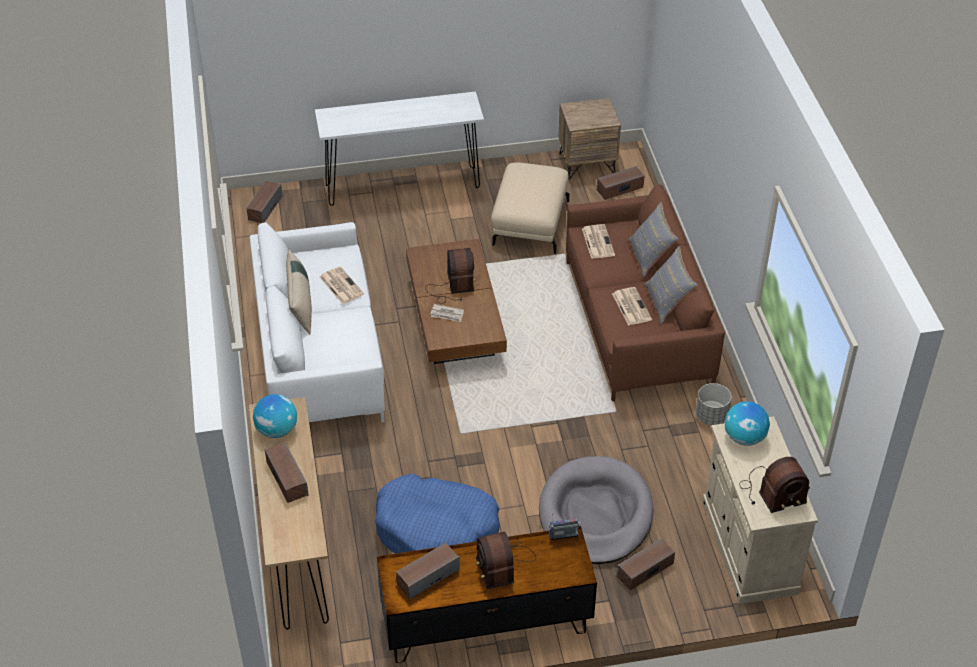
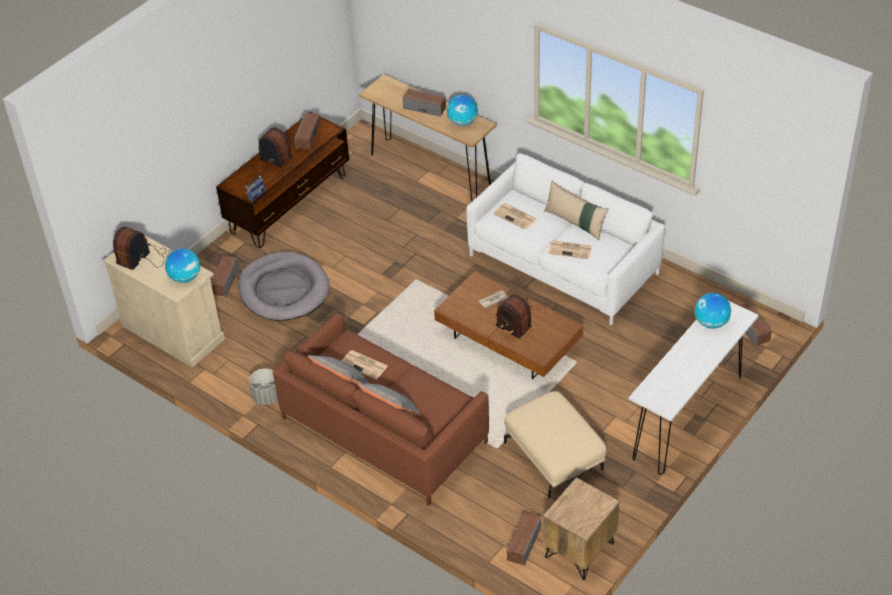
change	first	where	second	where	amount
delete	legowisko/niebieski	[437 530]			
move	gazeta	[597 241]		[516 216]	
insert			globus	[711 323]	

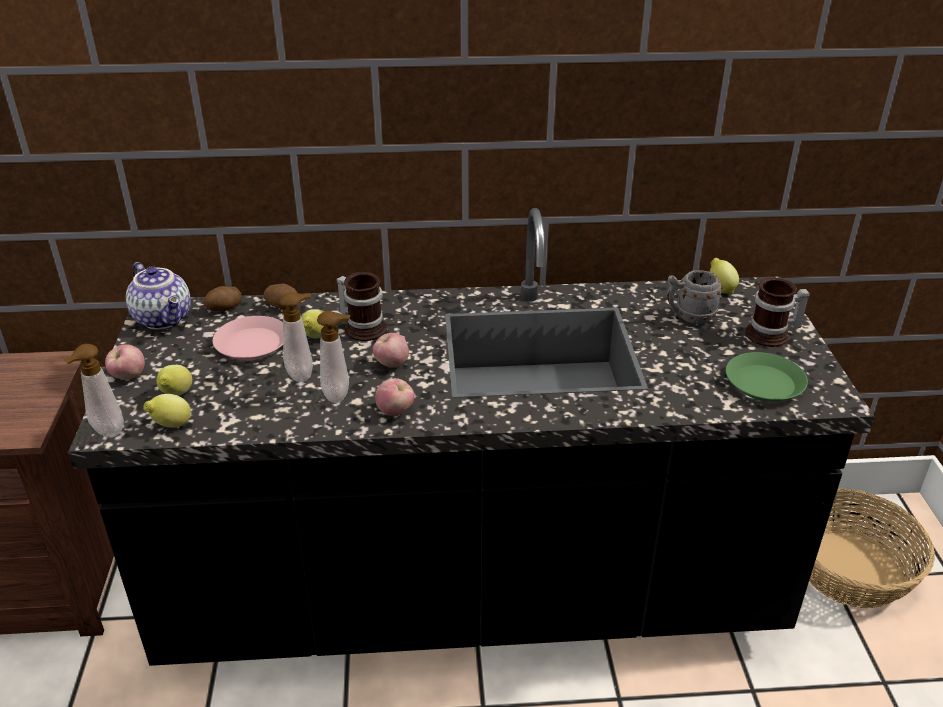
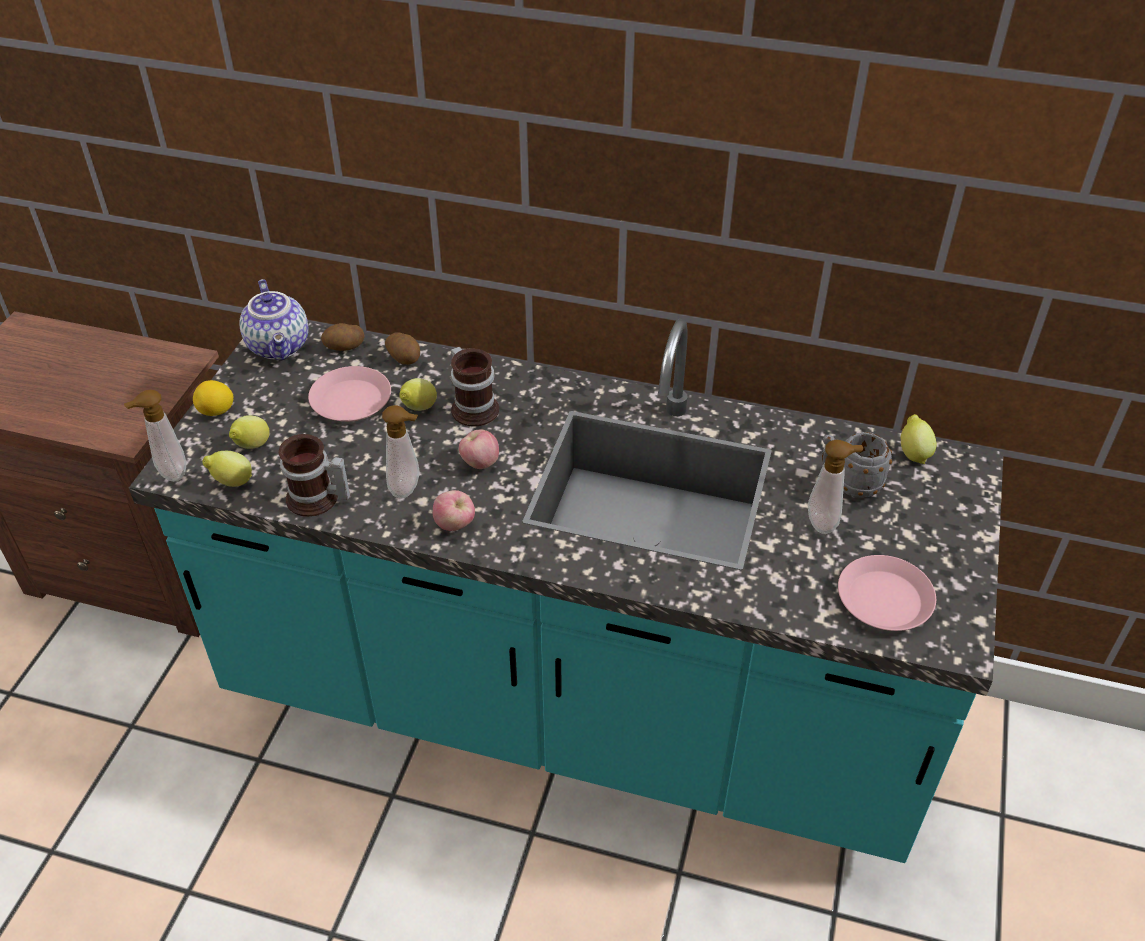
change	first	where	second	where	amount
recolor	zabudowa kuchenna/czarny	[471 597]	zabudowa kuchenna/turkusowy	[572 707]	
replace	jabłko	[128 376]	cytryna	[217 411]	
move	dozownik mydła	[303 374]		[825 523]	
recolor	talerz/zielony	[763 383]	talerz/różowy	[883 599]	
move	kubek	[772 335]		[316 500]	
delete	koszyk	[850 569]			

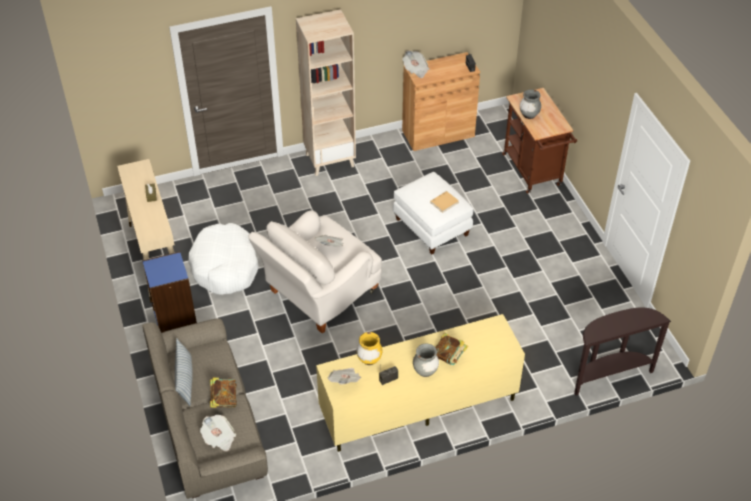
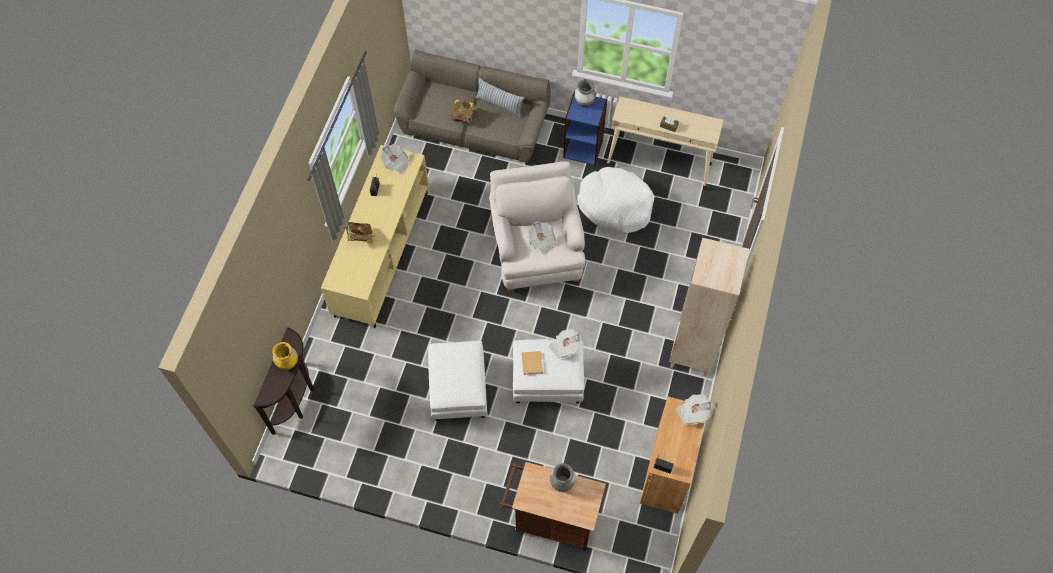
change	first	where	second	where	amount
move	gazeta	[219 438]		[564 347]	
move	wazon/żółty	[369 359]		[288 362]	
move	wazon/szary	[425 371]		[584 102]	
insert			pufa/biały	[459 390]	

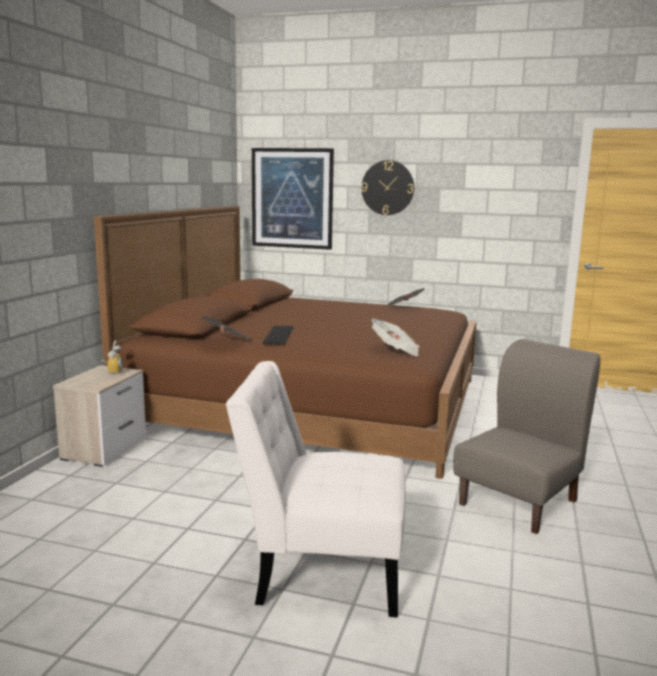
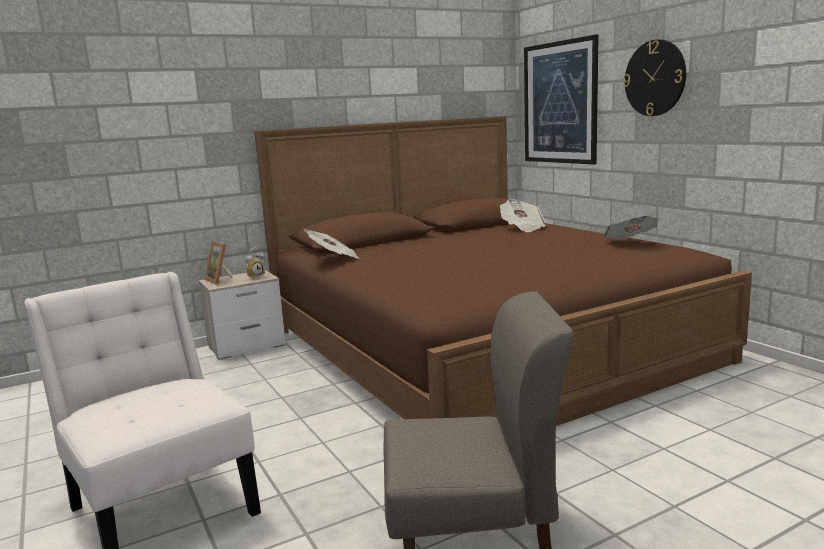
change	first	where	second	where	amount
delete	klawiatura	[278 335]			
move	gazeta	[396 351]		[522 228]	
insert			ramka na zdjęcie	[221 280]	

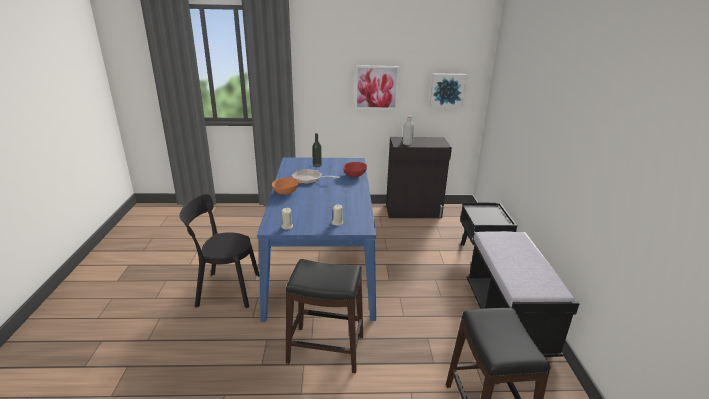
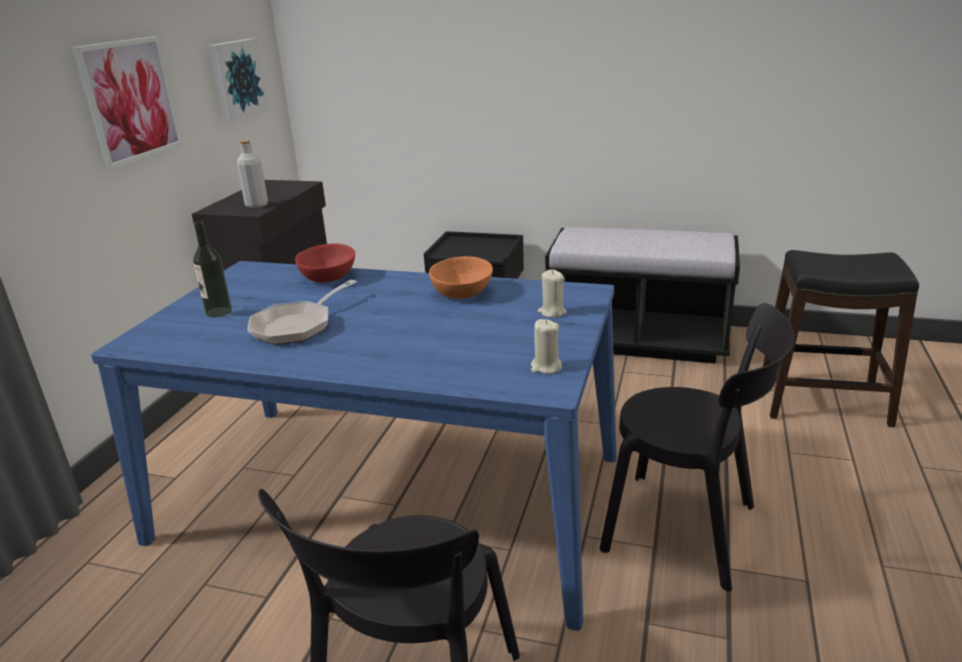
change	first	where	second	where	amount
move	miska/pomarańczowy	[286 192]		[461 293]	
replace	stołek/czarny	[326 349]	krzesło/czarny	[687 530]	

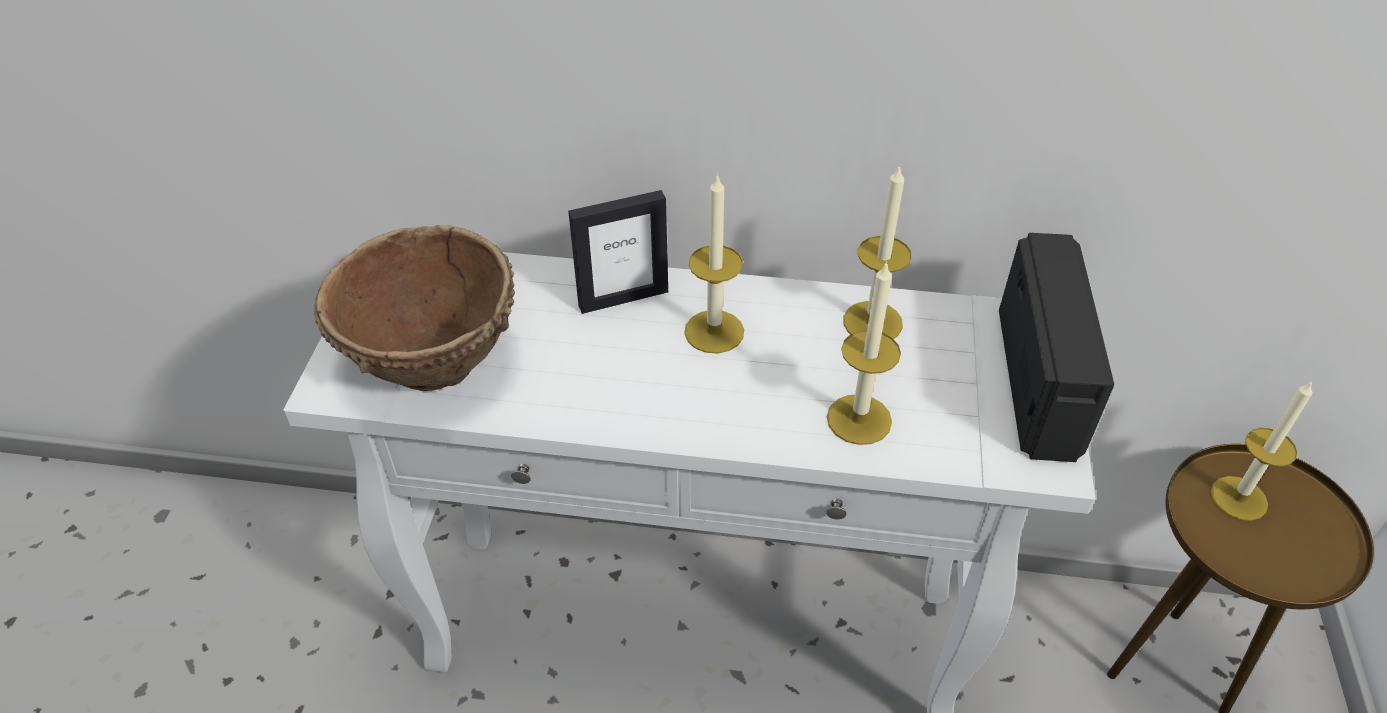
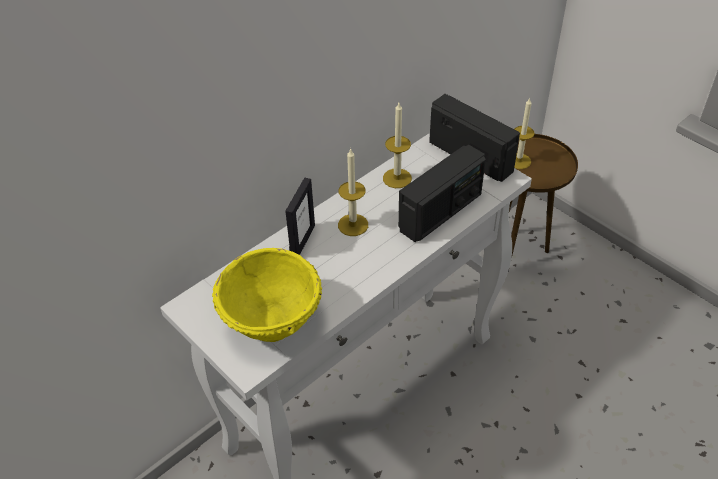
change	first	where	second	where	amount
recolor	miska/brązowy	[433 362]	miska/żółty	[273 323]	
replace	świeca	[859 419]	radio	[441 212]	

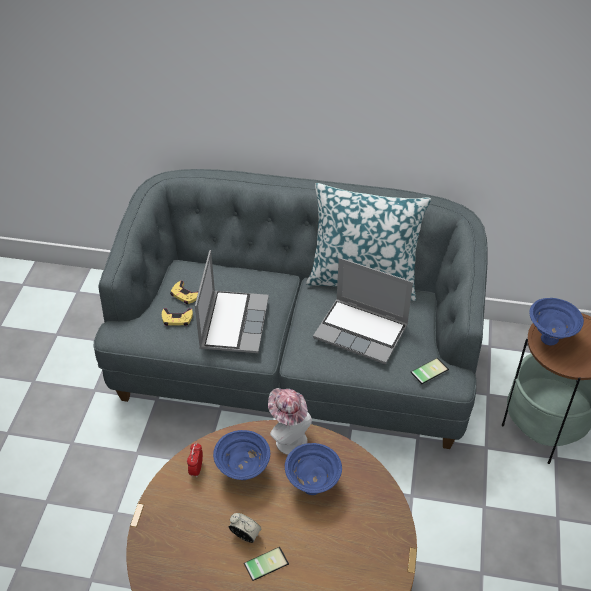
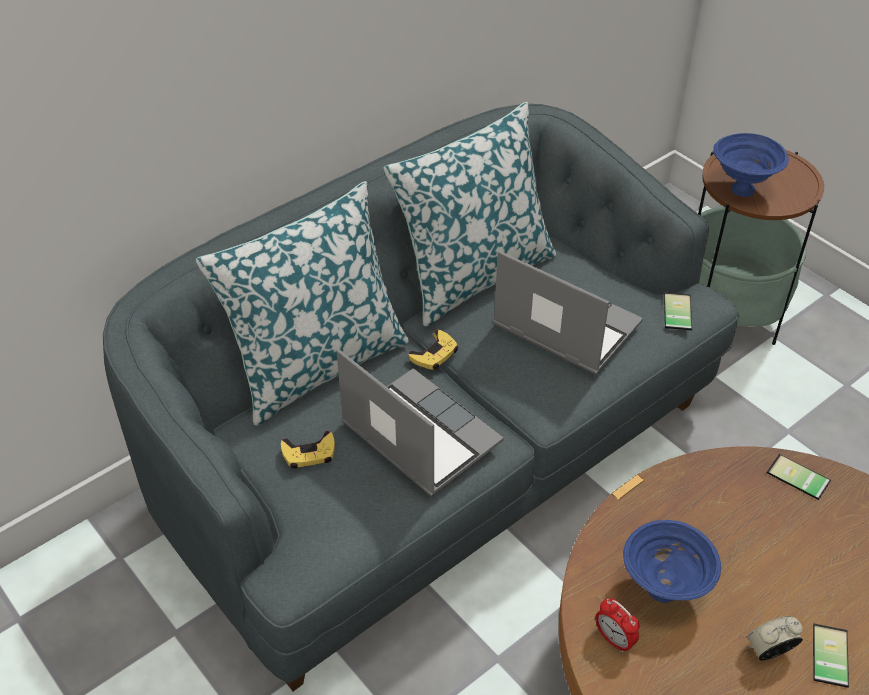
change	first	where	second	where	amount
move	pad do gier/żółty	[177 319]		[434 354]	
delete	kapelusz	[288 439]			
delete	miska/niebieski	[312 485]			
rotate	laptop	[362 331]		[564 326]	120 degrees counterclockwise
insert			poduszka	[317 364]	
insert			telefon	[796 479]	

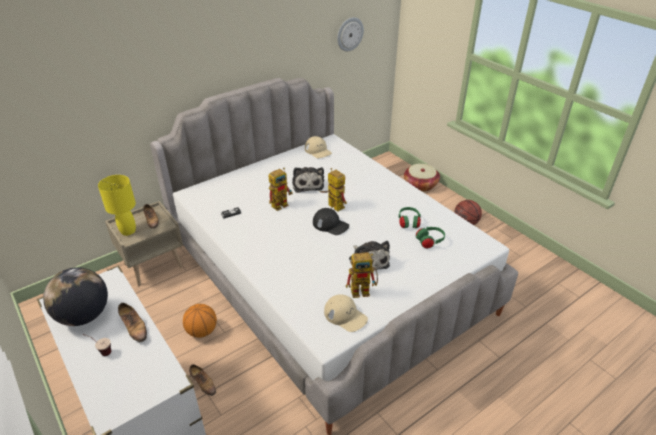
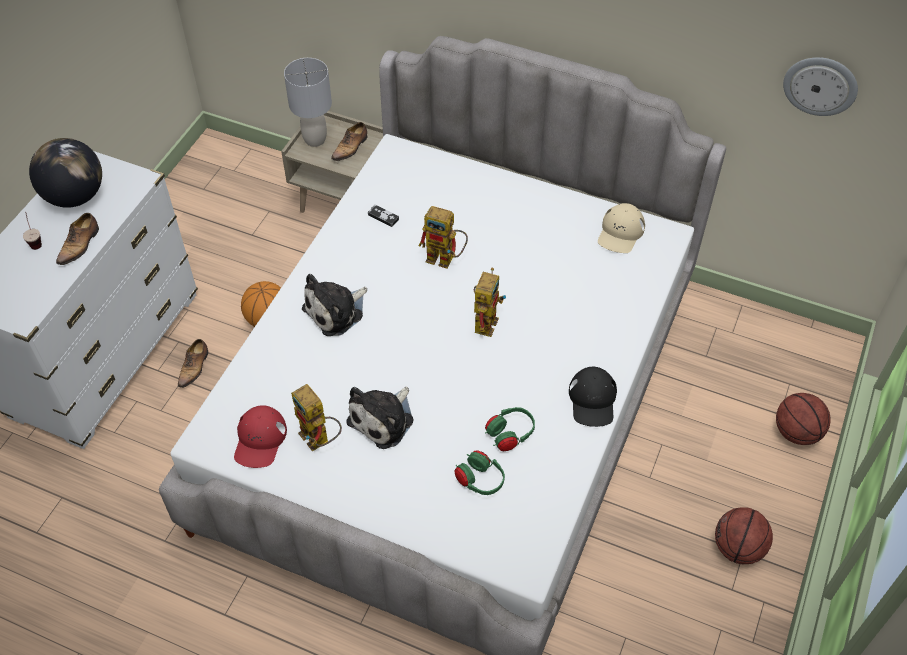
change	first	where	second	where	amount
recolor	lampa stołowa/żółty	[128 231]	lampa stołowa/szary	[314 139]	
move	pluszak	[307 184]		[336 311]	
move	czapka z daszkiem/czarny	[330 225]		[592 400]	
recolor	czapka z daszkiem/beżowy	[345 316]	czapka z daszkiem/czerwony	[260 440]	
replace	koszyk	[420 185]	piłka do koszykówki	[796 432]	

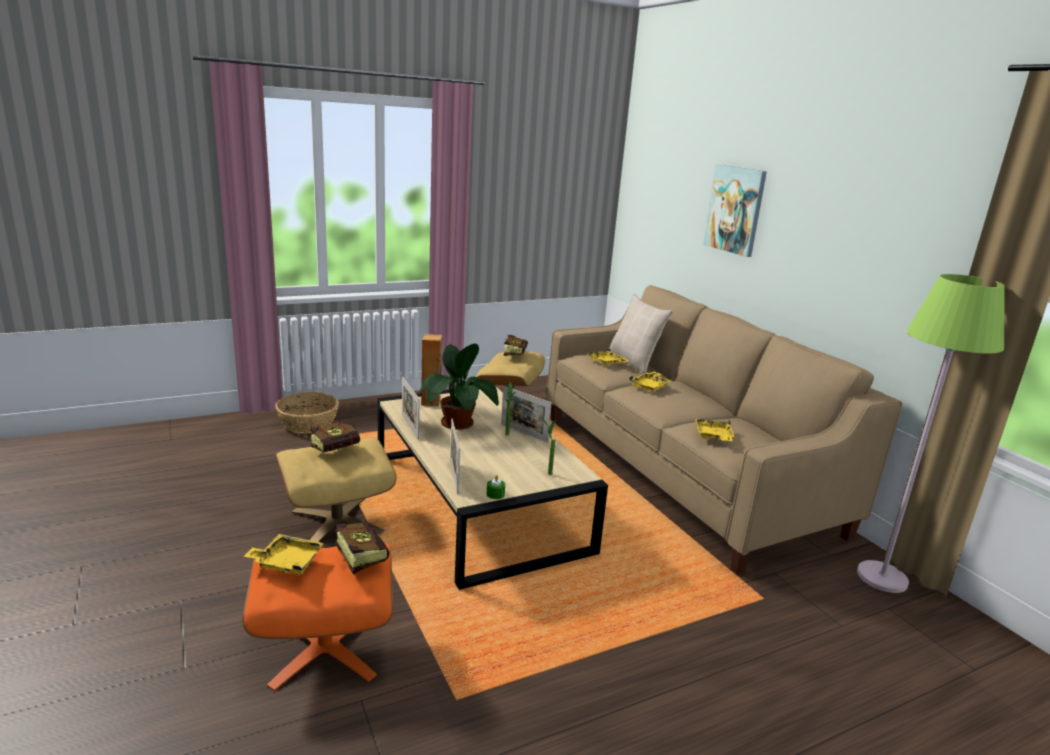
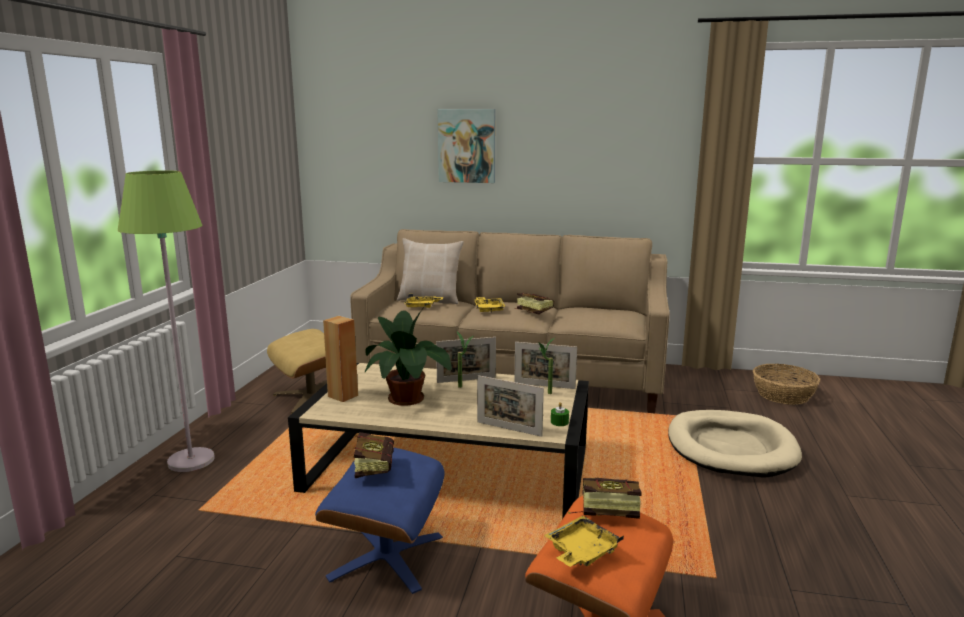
change	first	where	second	where	amount
move	koszyk	[309 423]		[783 395]	
recolor	pufa/beżowy	[337 521]	pufa/niebieski	[386 556]	
move	ramka na zdjęcie	[410 426]		[544 386]	
move	książka	[515 354]		[532 311]	
delete	taca/żółty	[713 436]			
move	lampa stojąca/zielony	[882 578]		[191 461]	
insert			legowisko/beżowy	[731 448]	

